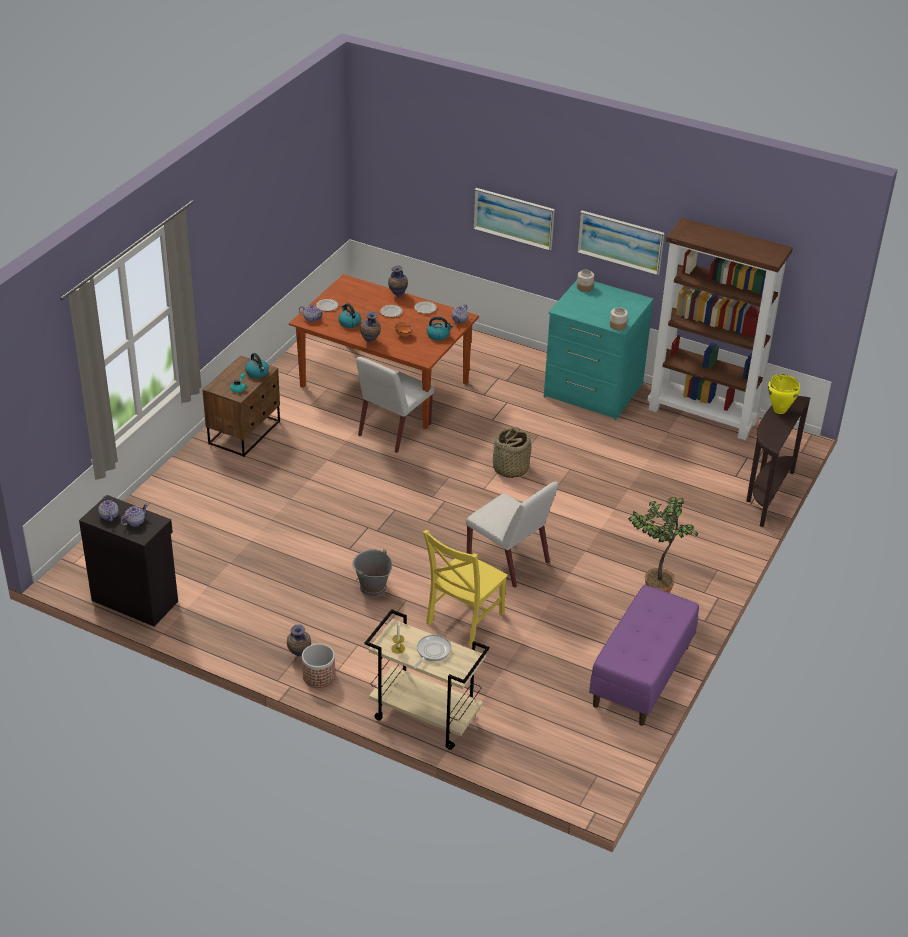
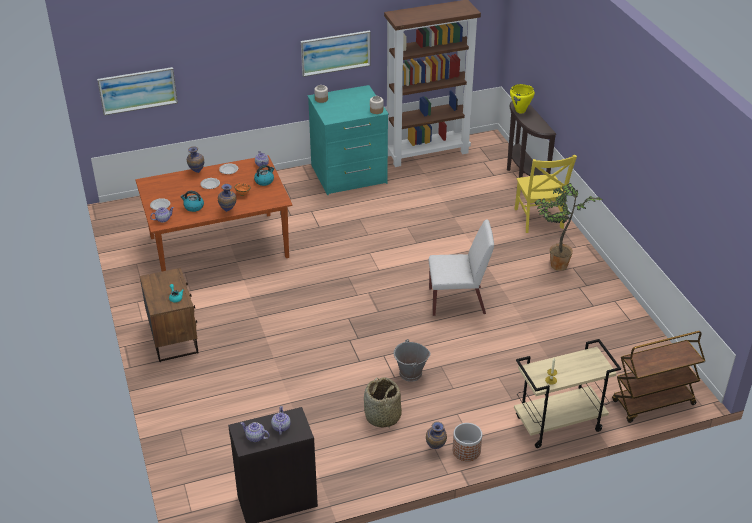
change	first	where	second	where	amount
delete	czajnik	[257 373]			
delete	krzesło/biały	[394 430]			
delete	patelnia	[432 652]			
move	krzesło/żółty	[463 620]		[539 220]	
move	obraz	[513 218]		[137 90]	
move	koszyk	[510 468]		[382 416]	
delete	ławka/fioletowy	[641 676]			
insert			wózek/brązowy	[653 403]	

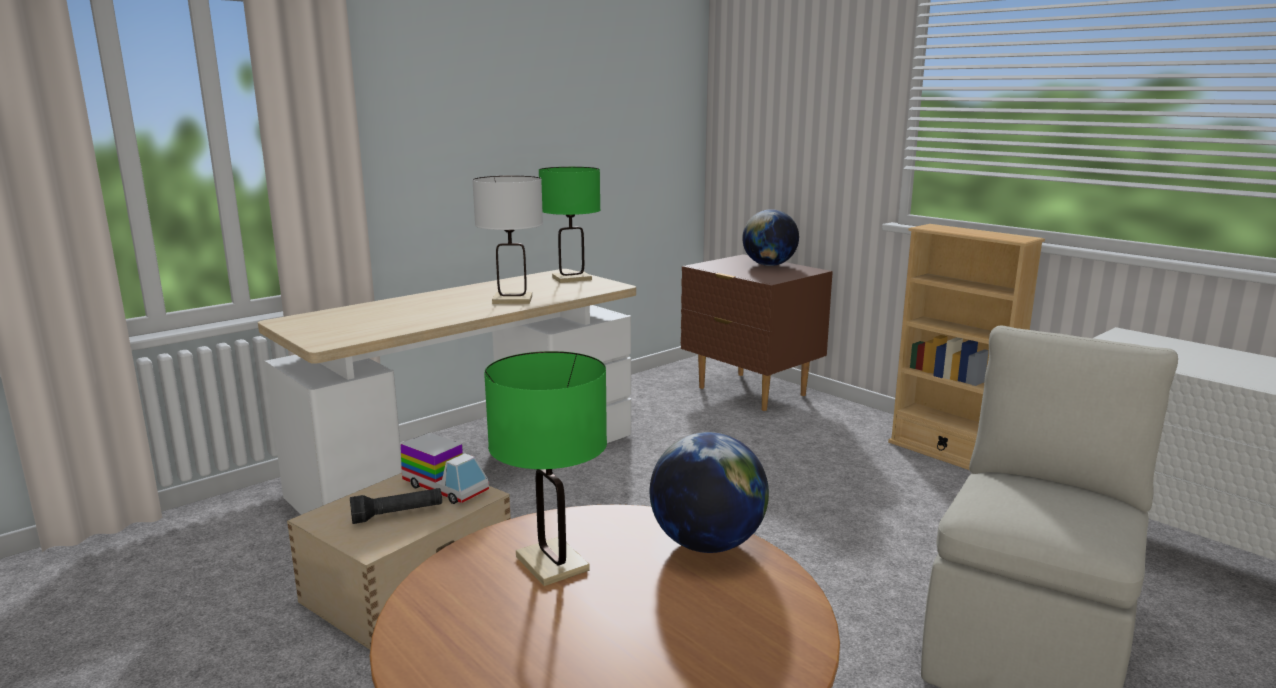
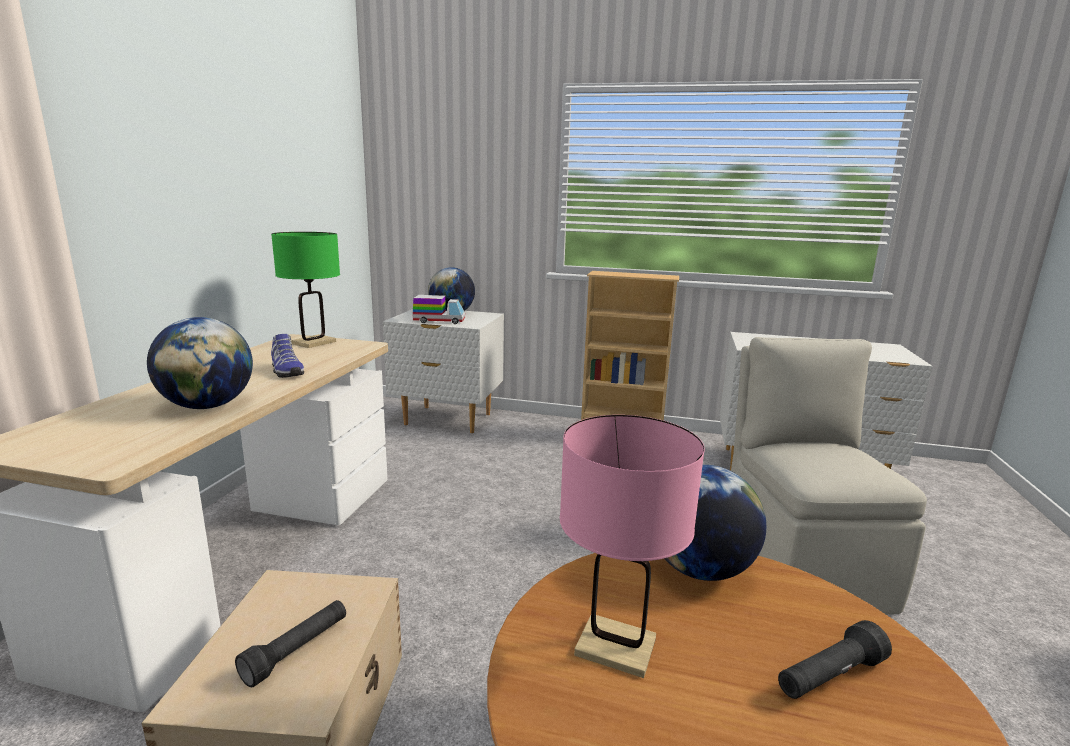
change	first	where	second	where	amount
move	ciężarówka zabawkowa	[445 488]		[439 321]	
replace	lampa stołowa/biały	[512 300]	but	[286 371]	
recolor	lampa stołowa/zielony	[552 563]	lampa stołowa/różowy	[616 647]	
recolor	szafka nocna/brązowy	[751 392]	szafka nocna/biały	[447 420]	
insert			globus	[208 406]	
insert			latarka/czarny	[829 677]	

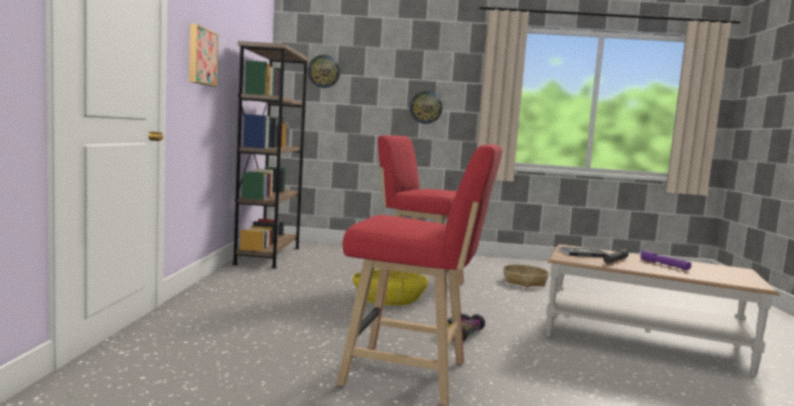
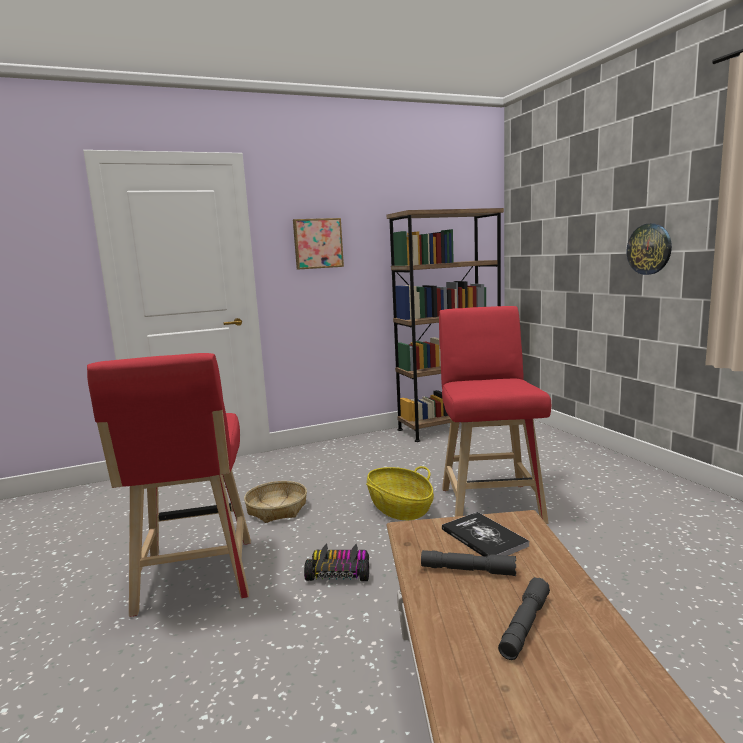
change	first	where	second	where	amount
delete	zegar ścienny	[324 71]			
move	koszyk	[524 282]		[276 509]	
recolor	latarka/fioletowy	[664 265]	latarka/szary	[524 625]	

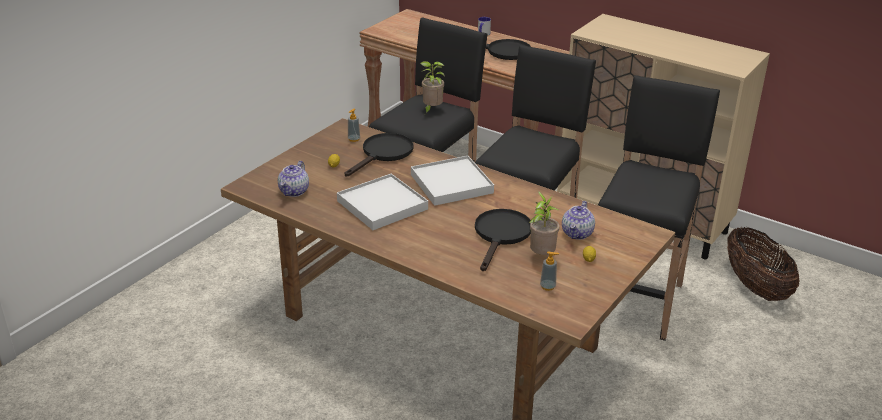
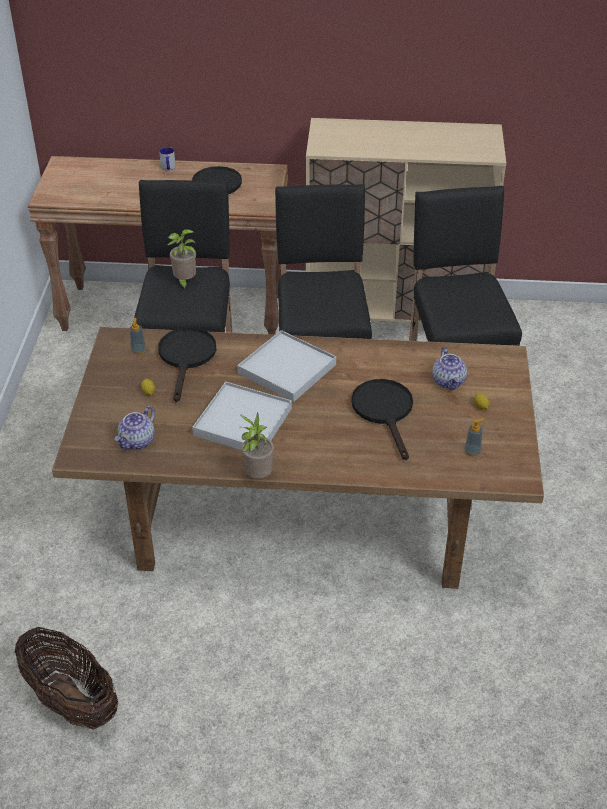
change	first	where	second	where	amount
rotate	imbryk	[294 191]		[137 441]	45 degrees clockwise
move	roślina doniczkowa	[541 255]		[257 476]	
move	koszyk	[755 287]		[71 700]	

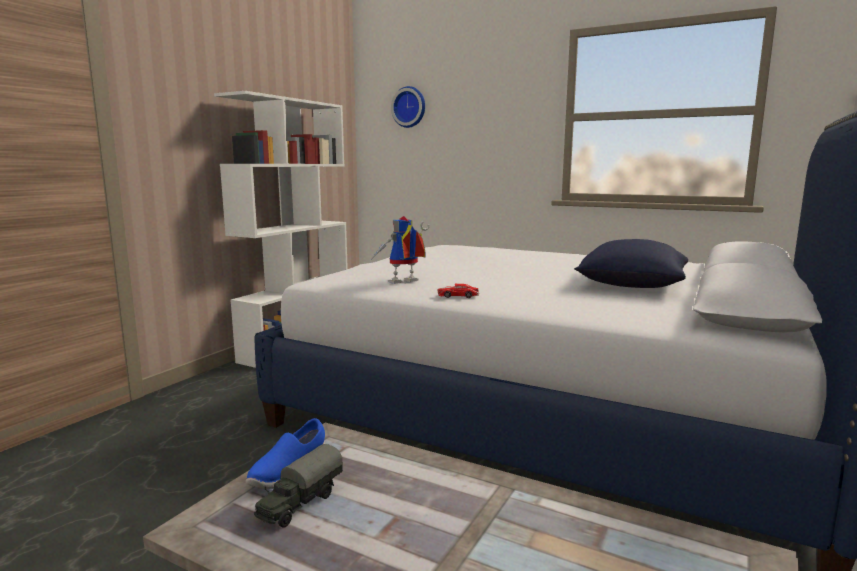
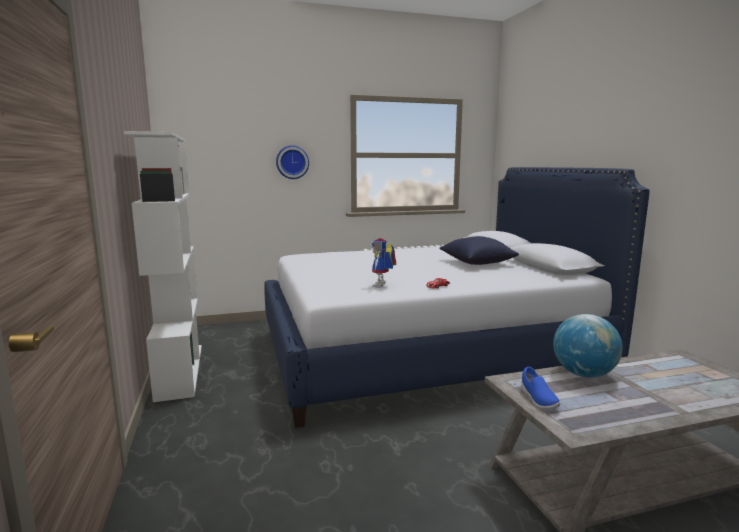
change	first	where	second	where	amount
delete	ciężarówka zabawkowa	[299 503]			
move	zegar ścienny	[409 107]		[292 162]	
insert			globus	[583 374]	

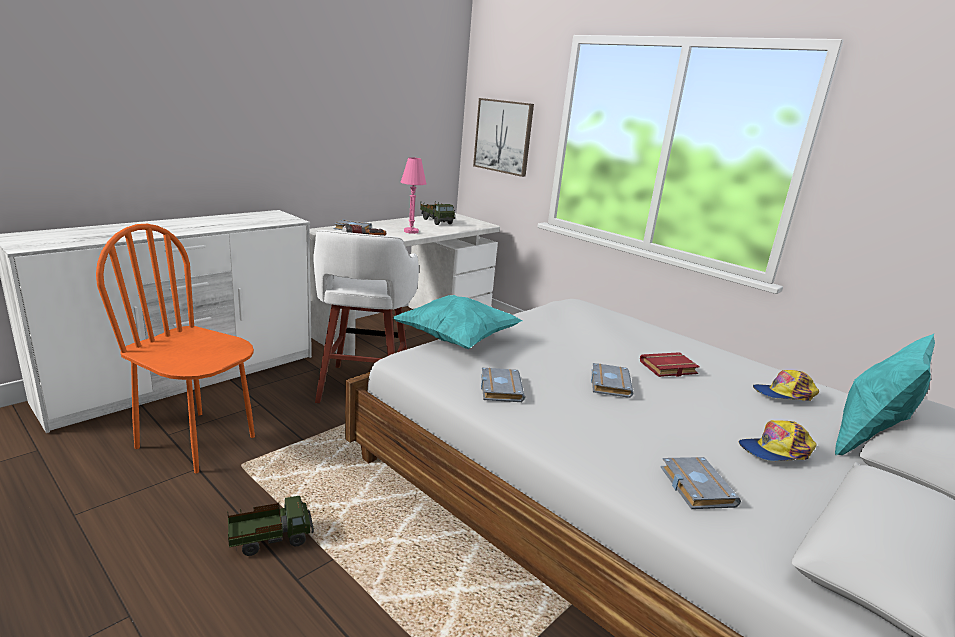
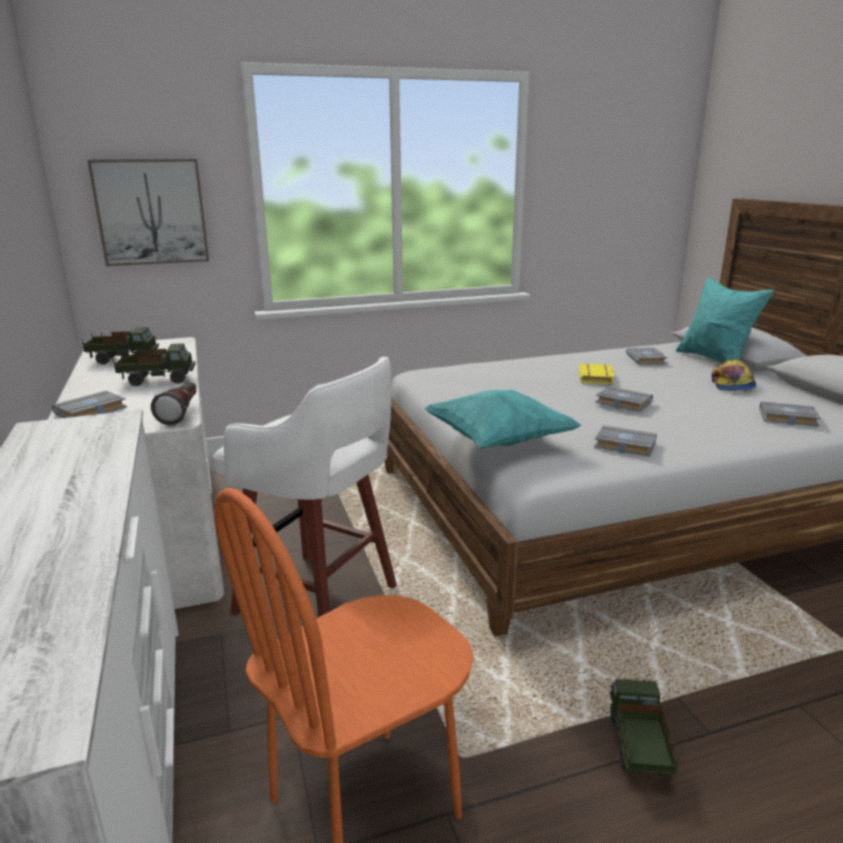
change	first	where	second	where	amount
replace	lampa stołowa/różowy	[411 231]	ciężarówka zabawkowa	[157 380]	
recolor	książka/czerwony	[668 369]	książka/żółty	[597 378]	
replace	czapka z daszkiem	[784 395]	książka/szary	[647 360]	

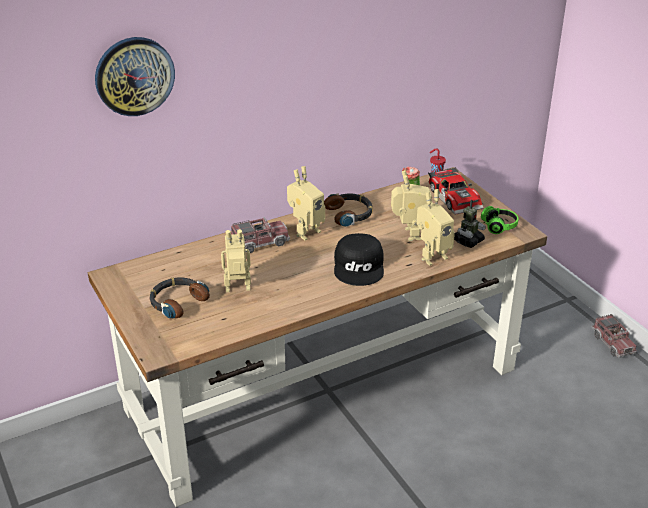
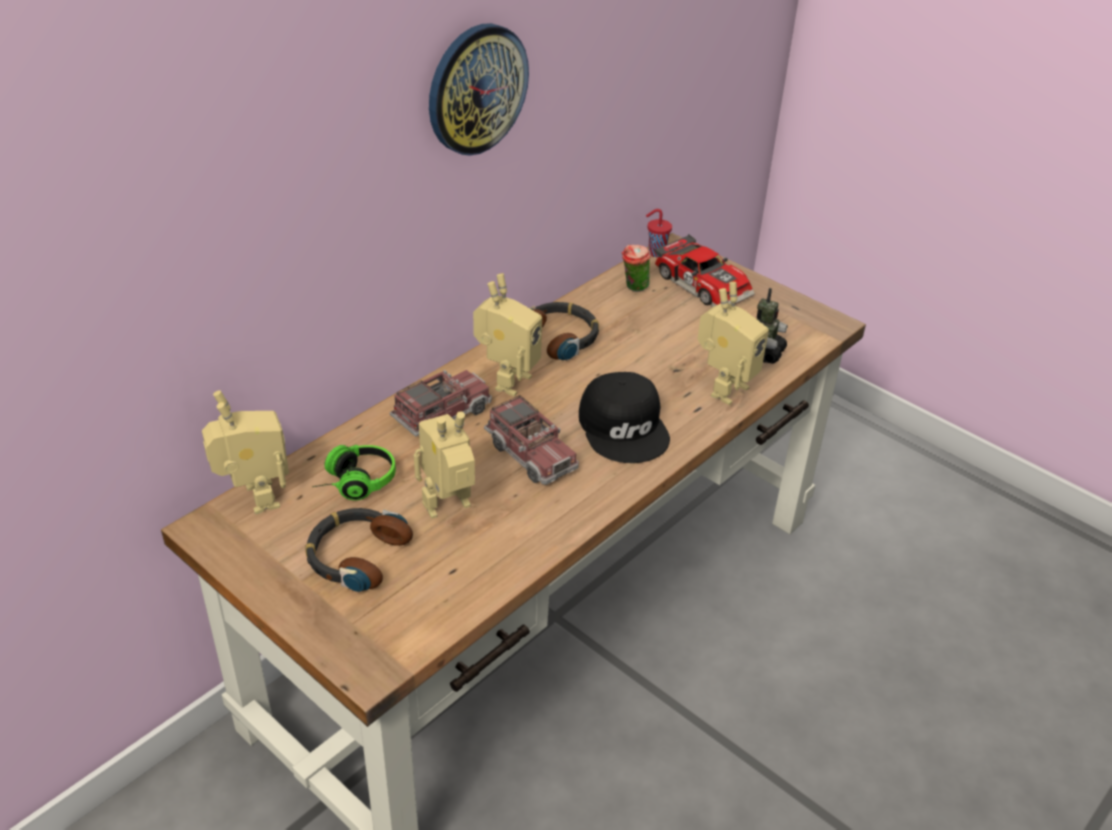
change	first	where	second	where	amount
move	zegar ścienny	[134 76]		[476 89]	
move	robot zabawkowy	[409 234]		[254 499]	
move	słuchawki	[494 226]		[353 483]	
move	ciężarówka zabawkowa	[612 343]		[531 454]	

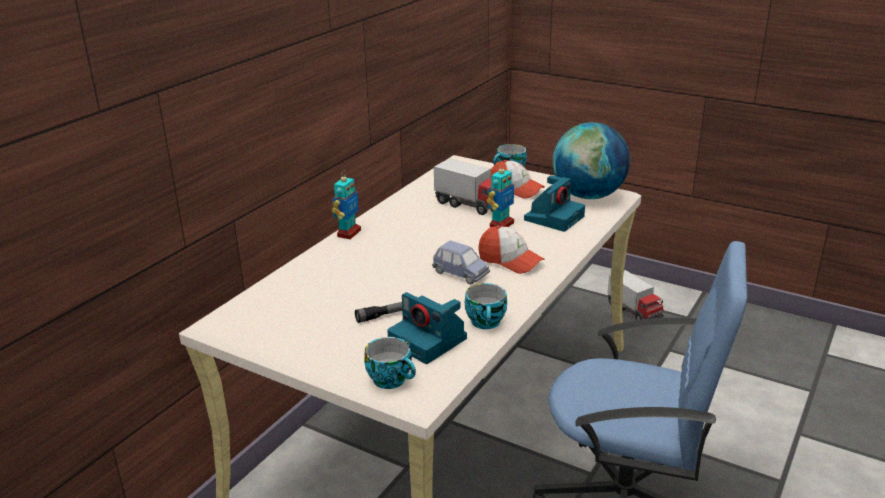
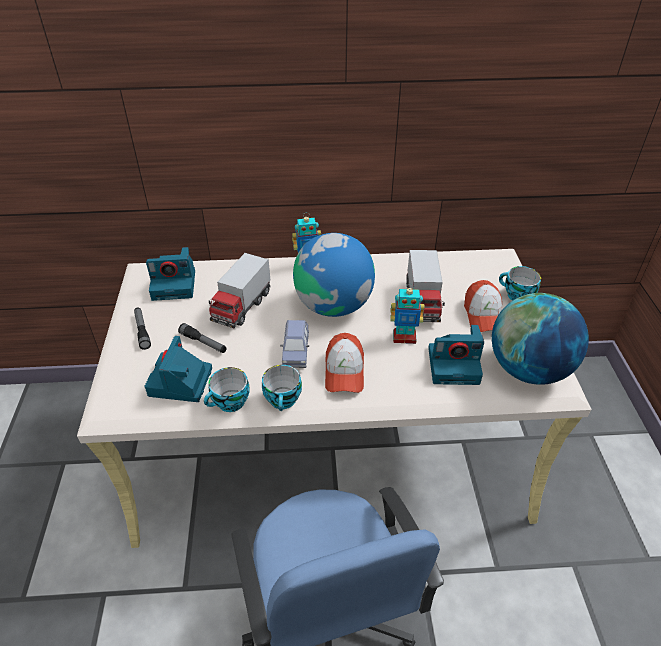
change	first	where	second	where	amount
move	filiżanka	[392 379]		[284 400]	
move	ciężarówka zabawkowa	[634 311]		[242 307]	
insert			latarka	[142 331]	
insert			aparat fotograficzny	[175 284]	
insert			globus	[333 305]	

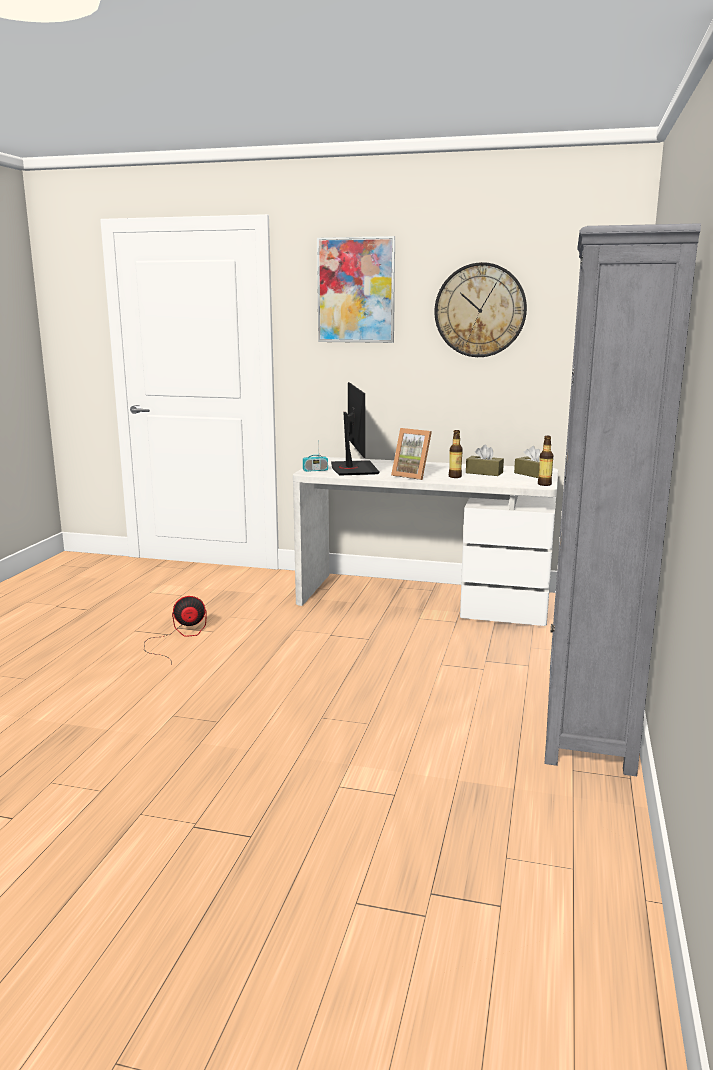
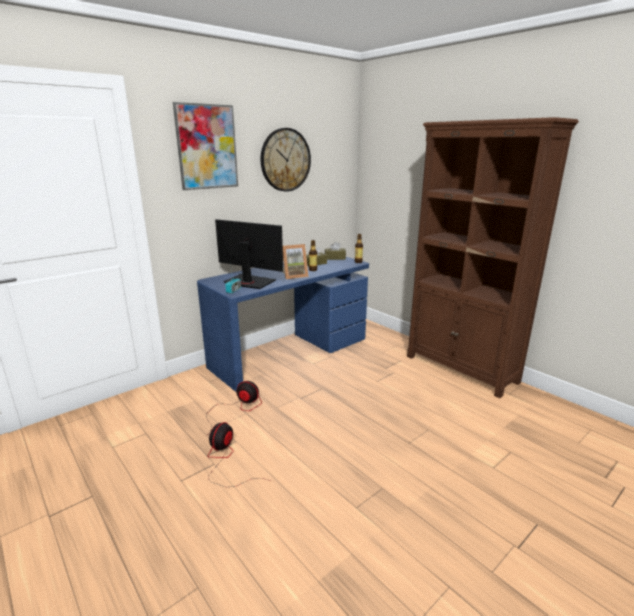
change	first	where	second	where	amount
recolor	biurko/biały	[424 599]	biurko/niebieski	[290 352]	
recolor	regał/szary	[587 715]	regał/brązowy	[461 369]	
insert			wentylator	[236 409]	

